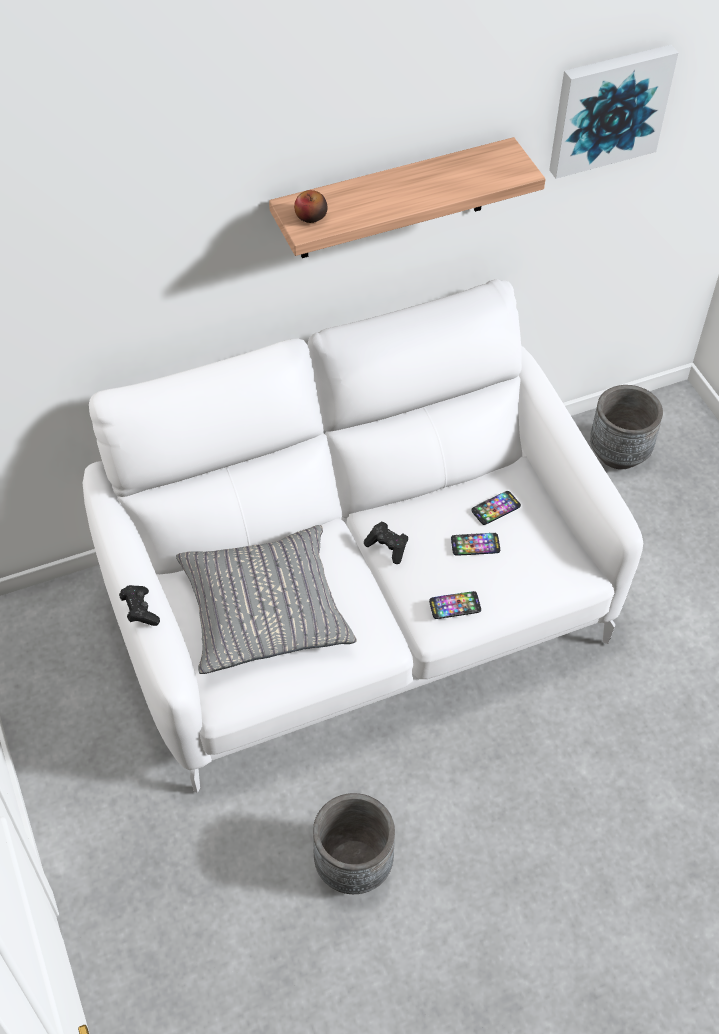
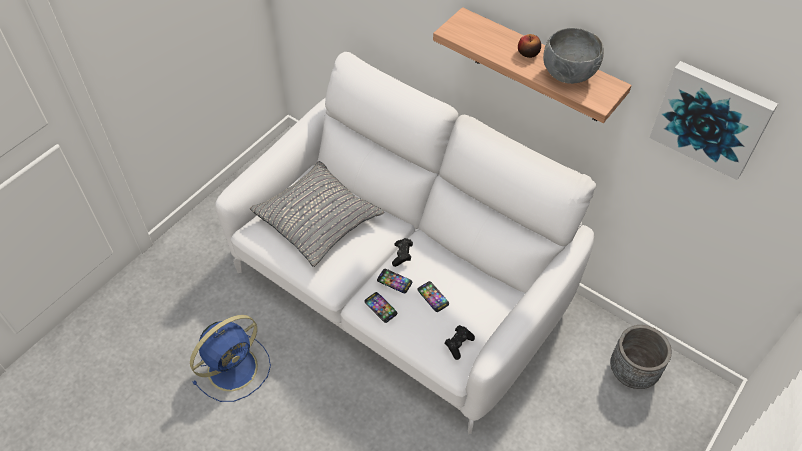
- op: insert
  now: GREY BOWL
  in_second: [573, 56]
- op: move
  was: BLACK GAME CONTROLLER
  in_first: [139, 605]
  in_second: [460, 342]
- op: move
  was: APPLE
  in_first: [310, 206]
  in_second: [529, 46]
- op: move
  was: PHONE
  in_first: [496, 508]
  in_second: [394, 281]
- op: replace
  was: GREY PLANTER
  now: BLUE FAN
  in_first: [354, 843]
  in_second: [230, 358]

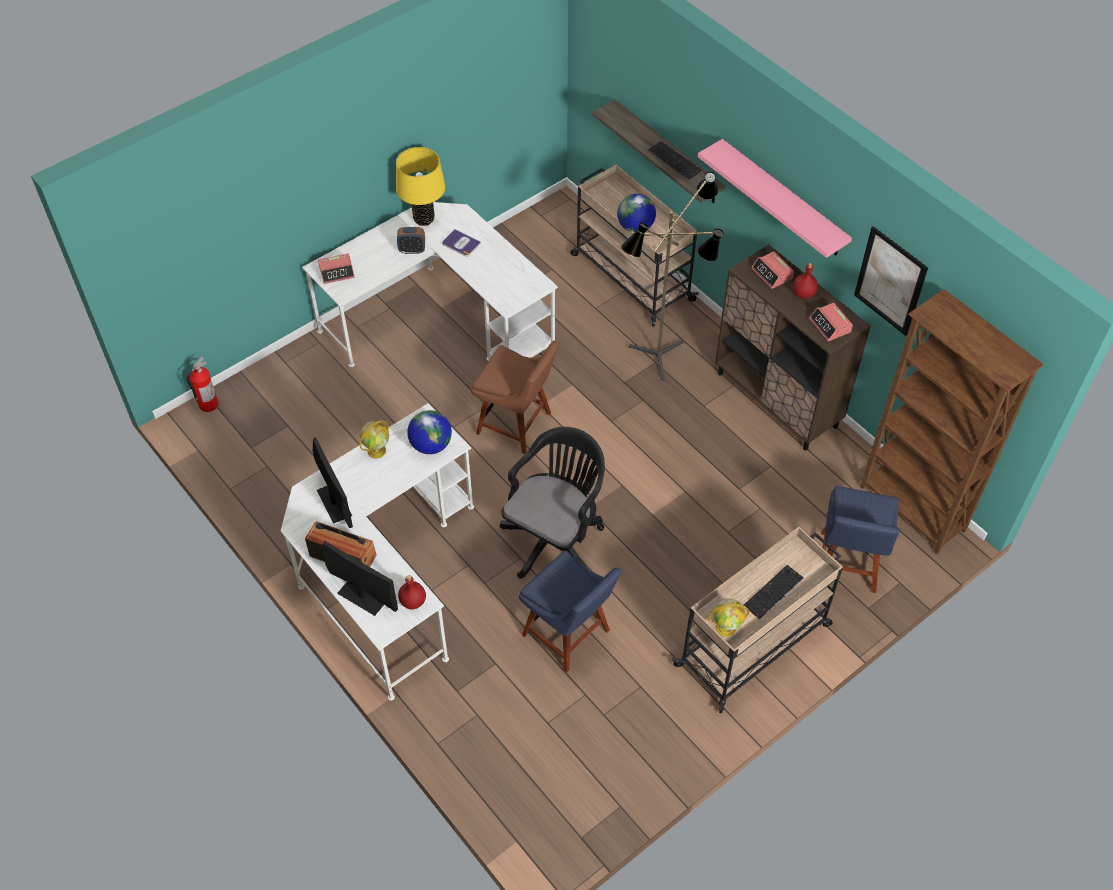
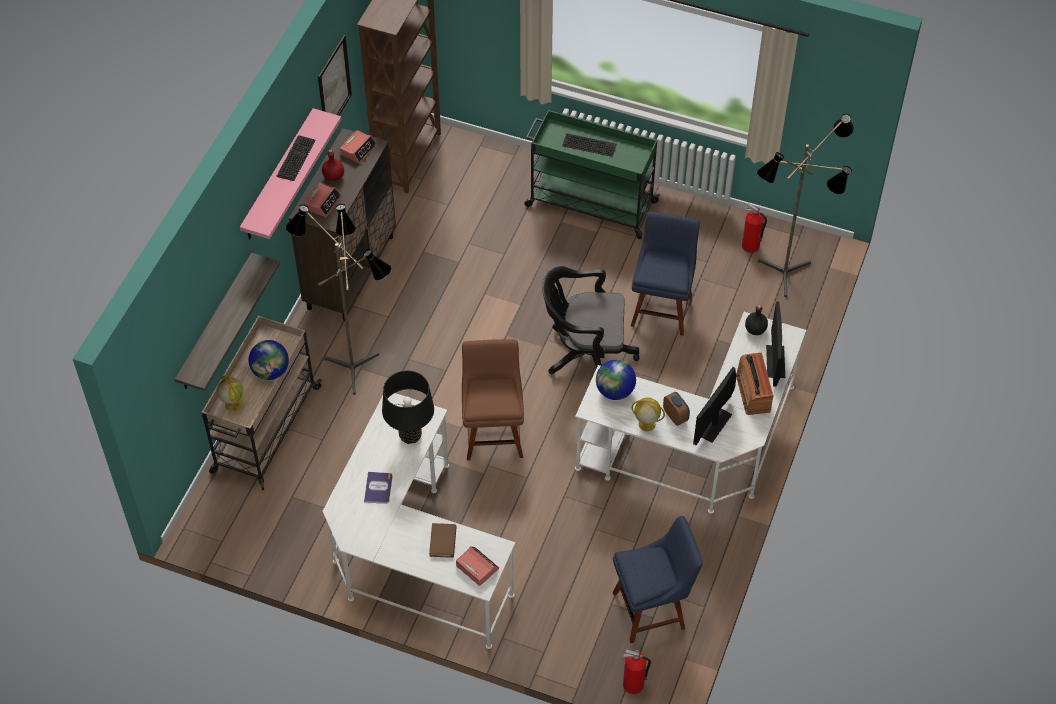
- op: delete
  was: YELLOW TABLE LAMP
  in_first: [420, 186]
- op: insert
  now: BLACK TABLE LAMP
  in_second: [408, 407]
- op: insert
  now: BROWN BOOK
  in_second: [443, 540]
- op: insert
  now: FIRE EXTINGUISHER
  in_second: [754, 228]
- op: insert
  now: FLOOR LAMP
  in_second: [805, 205]
- op: move
  was: ALARM CLOCK
  in_first: [411, 240]
  in_second: [676, 409]
- op: move
  was: KEYBOARD
  in_first: [675, 160]
  in_second: [296, 158]
- op: move
  was: GLOBE
  in_first: [729, 618]
  in_second: [230, 393]
- op: move
  was: BLUE CHAIR
  in_first: [860, 539]
  in_second: [657, 579]
- op: recolor
  was: RED BOTTLE
  now: BLACK BOTTLE
  in_first: [412, 592]
  in_second: [756, 320]
- op: recolor
  was: BEIGE CART
  now: GREEN CART
  in_first: [757, 620]
  in_second: [592, 174]

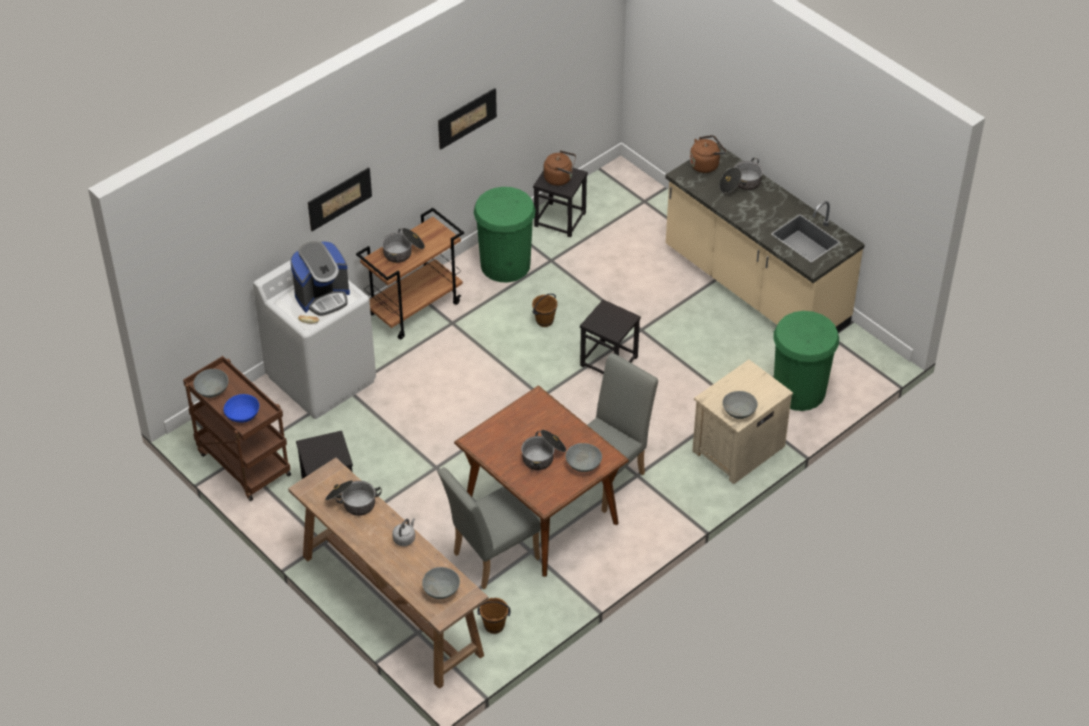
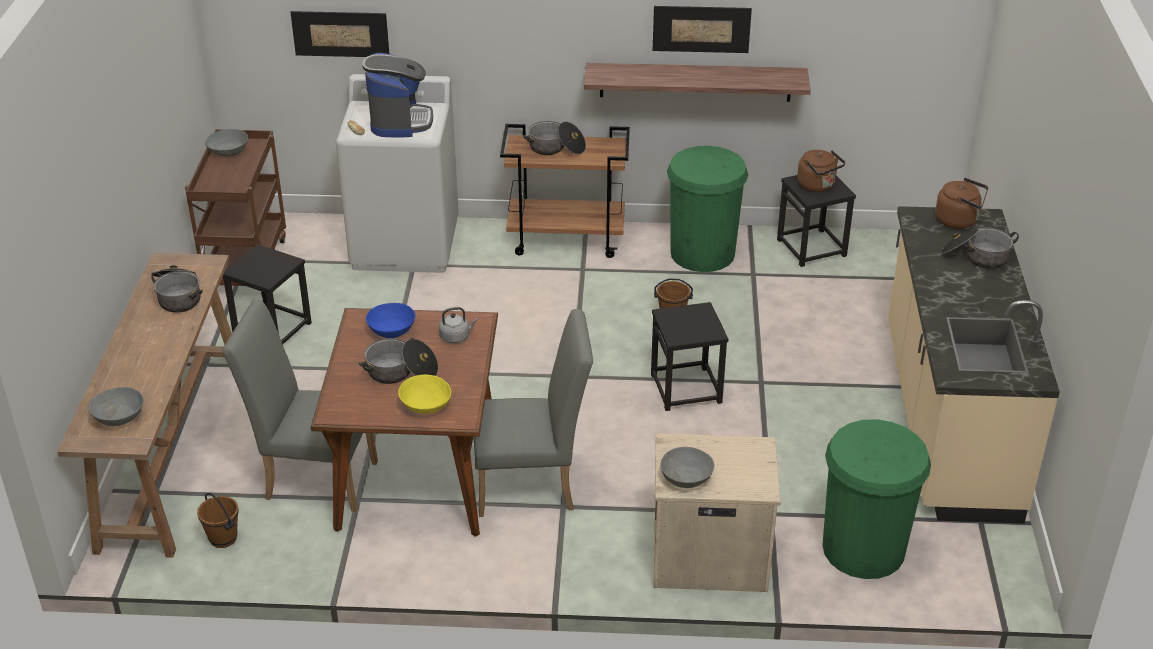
- op: insert
  now: SHELF
  in_second: [697, 82]
- op: move
  was: BLUE BOWL
  in_first: [241, 408]
  in_second: [390, 320]
- op: move
  was: PICTURE
  in_first: [340, 199]
  in_second: [340, 34]
- op: move
  was: GREY KETTLE
  in_first: [403, 532]
  in_second: [458, 325]
- op: recolor
  was: GREY BOWL
  now: YELLOW BOWL
  in_first: [584, 457]
  in_second: [424, 394]
- op: rotate
  was: COFFEE MACHINE
  in_first: [320, 278]
  in_second: [397, 95]
  clockwise: -105

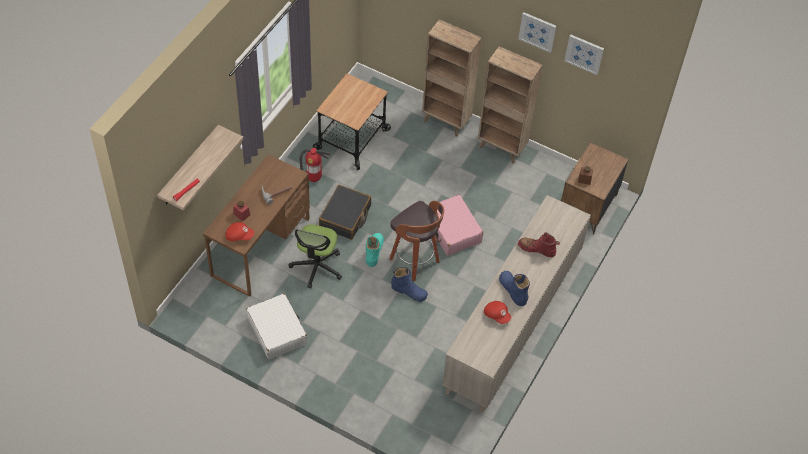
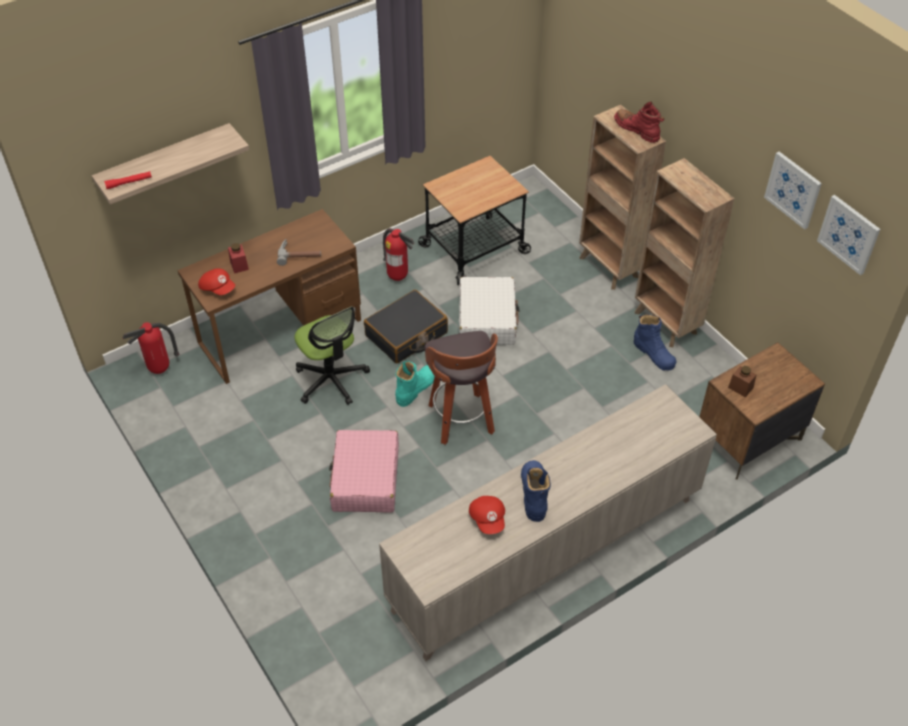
- op: insert
  now: FIRE EXTINGUISHER
  in_second: [151, 348]
- op: move
  was: WHITE SUITCASE
  in_first: [276, 326]
  in_second: [489, 311]
- op: move
  was: BLUE BOOT
  in_first: [409, 284]
  in_second: [655, 342]
- op: move
  was: PINK SUITCASE
  in_first: [459, 225]
  in_second: [364, 471]
- op: move
  was: RED BOOT
  in_first: [539, 244]
  in_second: [639, 122]
- op: move
  was: PICTURE
  in_first: [537, 32]
  in_second: [848, 235]
- op: rotate
  was: OFFICE CHAIR
  in_first: [315, 256]
  in_second: [332, 356]
  clockwise: -75

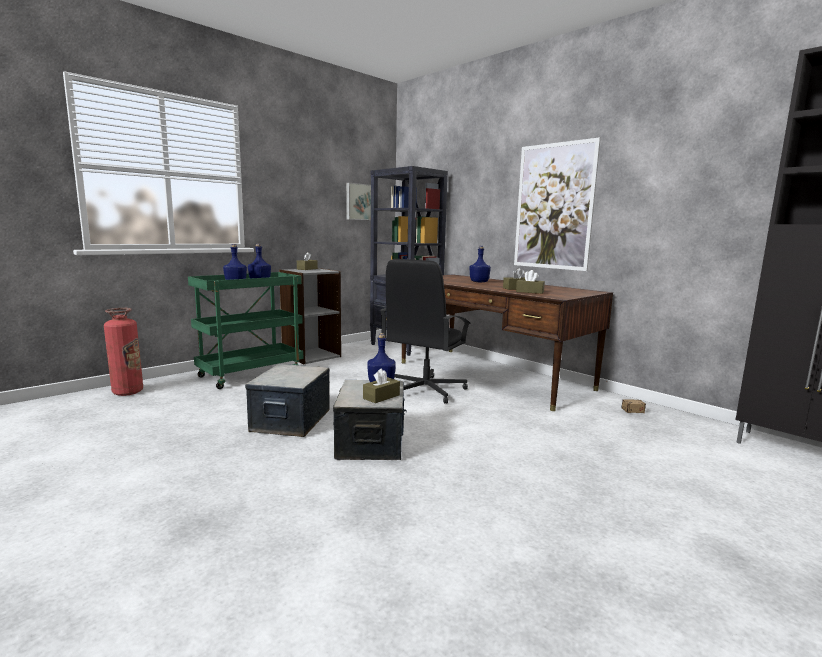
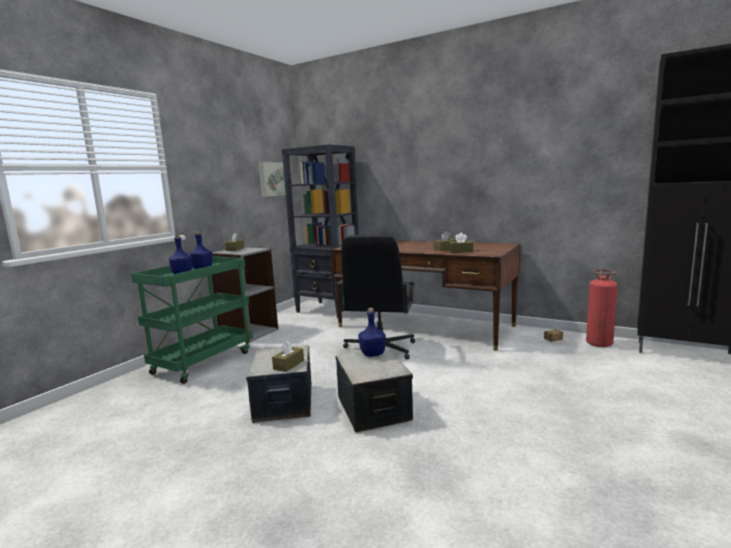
- op: delete
  was: BLUE BOTTLE
  in_first: [480, 264]
- op: delete
  was: PICTURE
  in_first: [557, 204]
- op: move
  was: FIRE EXTINGUISHER
  in_first: [123, 352]
  in_second: [602, 308]
- op: move
  was: BROWN TISSUE BOX
  in_first: [381, 385]
  in_second: [288, 356]

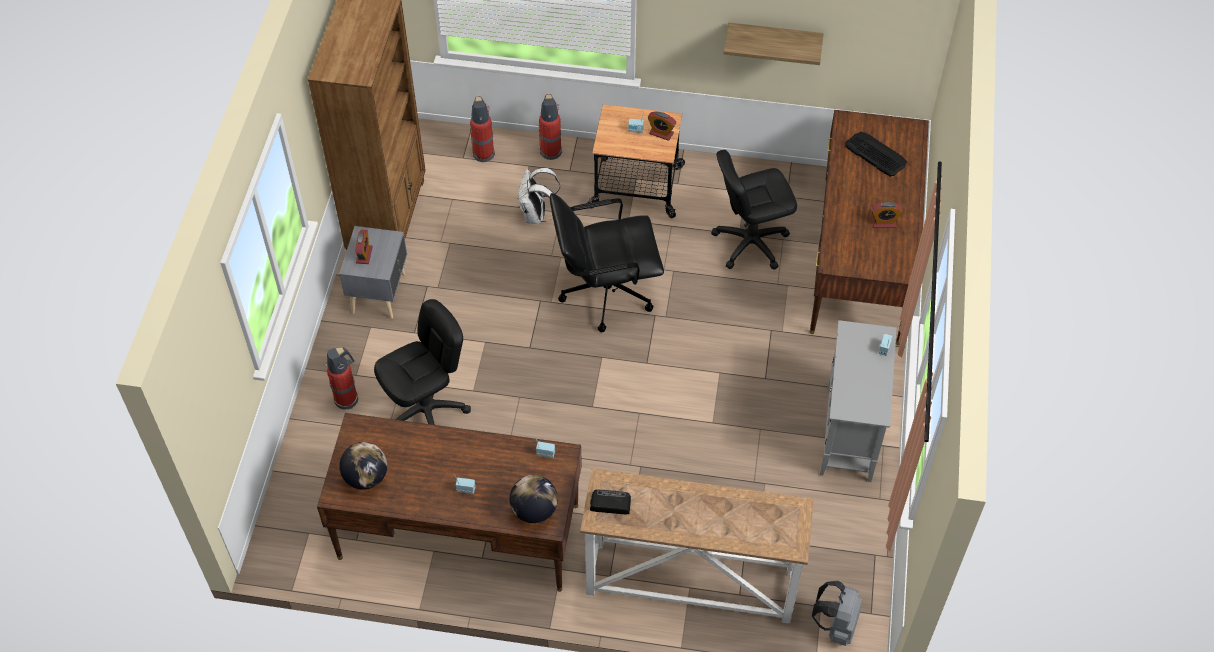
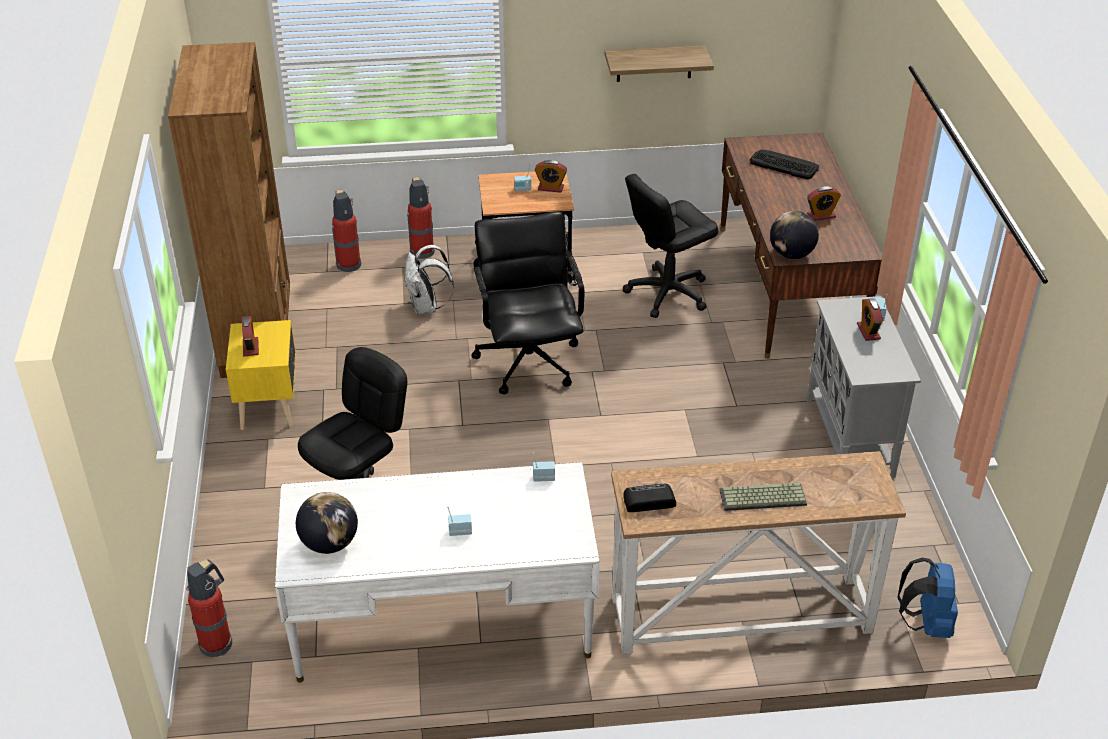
- op: insert
  now: KEYBOARD
  in_second: [763, 497]
- op: insert
  now: ALARM CLOCK
  in_second: [870, 319]
- op: move
  was: FIRE EXTINGUISHER
  in_first: [341, 378]
  in_second: [209, 608]
- op: move
  was: GLOBE
  in_first: [534, 499]
  in_second: [794, 235]
- op: recolor
  was: BROWN DESK
  now: WHITE DESK
  in_first: [449, 502]
  in_second: [437, 572]
- op: recolor
  was: GREY NIGHTSTAND
  now: YELLOW NIGHTSTAND
  in_first: [373, 272]
  in_second: [261, 375]
- op: recolor
  was: GREY BACKPACK
  now: BLUE BACKPACK
  in_first: [837, 613]
  in_second: [927, 598]
- op: rotate
  was: BLACK OFFICE CHAIR
  in_first: [607, 262]
  in_second: [527, 303]
  clockwise: 105

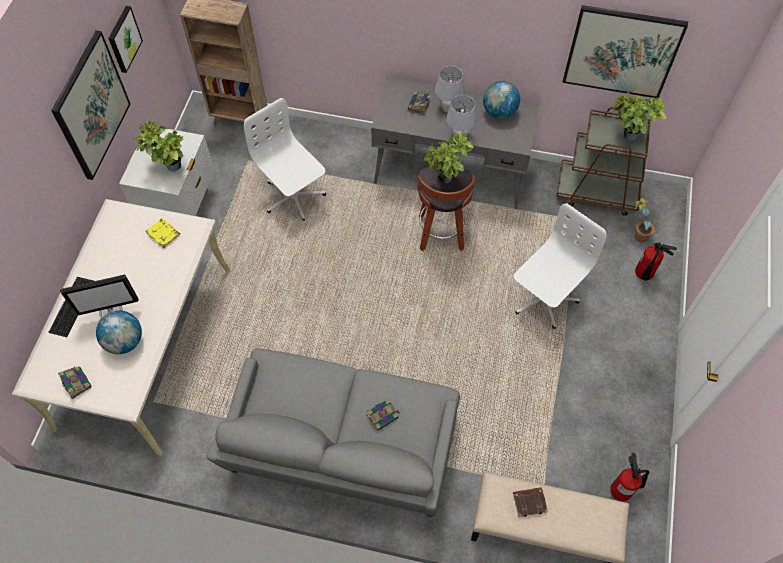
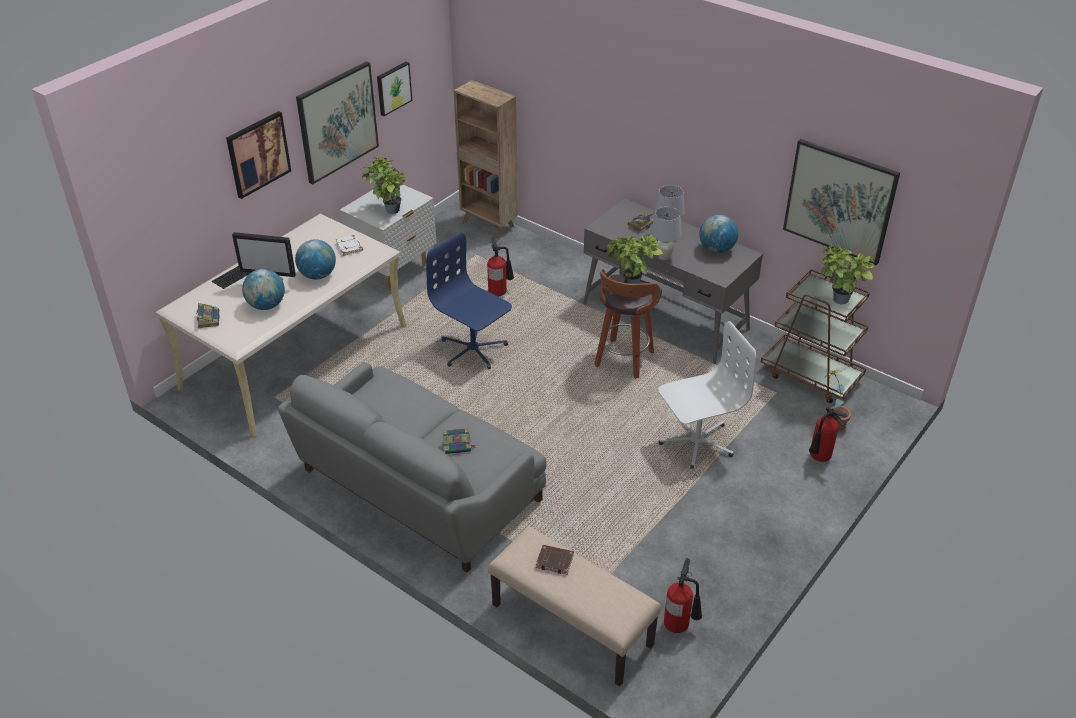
- op: insert
  now: PICTURE
  in_second: [258, 155]
- op: insert
  now: GLOBE
  in_second: [315, 260]
- op: insert
  now: BLUE OFFICE CHAIR
  in_second: [469, 300]
- op: replace
  was: WHITE OFFICE CHAIR
  now: FIRE EXTINGUISHER
  in_first: [285, 159]
  in_second: [500, 266]
- op: recolor
  was: YELLOW BOOK
  now: WHITE BOOK
  in_first: [163, 233]
  in_second: [349, 245]

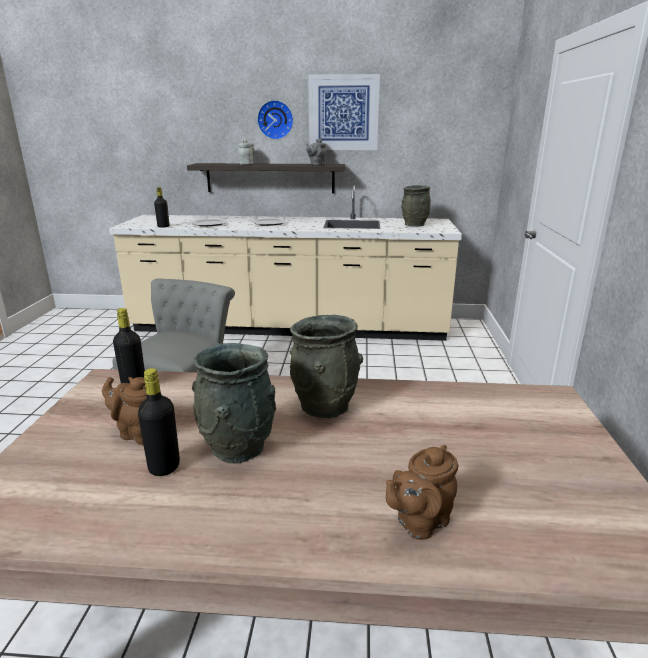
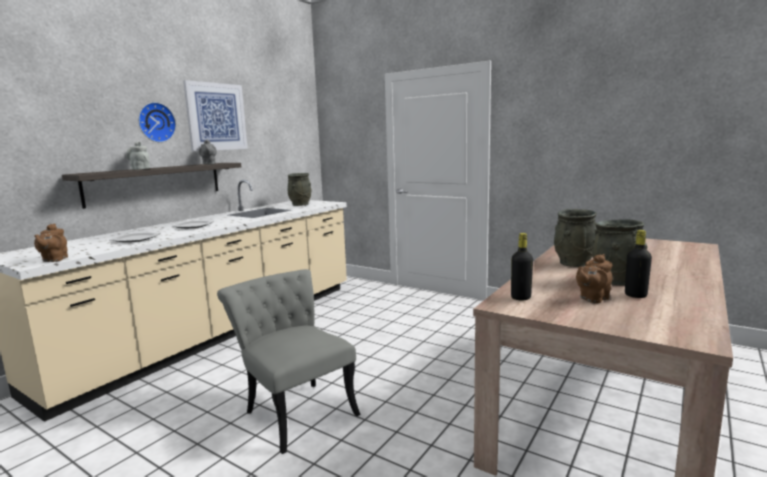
- op: delete
  was: BLACK BOTTLE
  in_first: [161, 207]
- op: move
  was: BROWN TEAPOT
  in_first: [422, 492]
  in_second: [51, 243]

